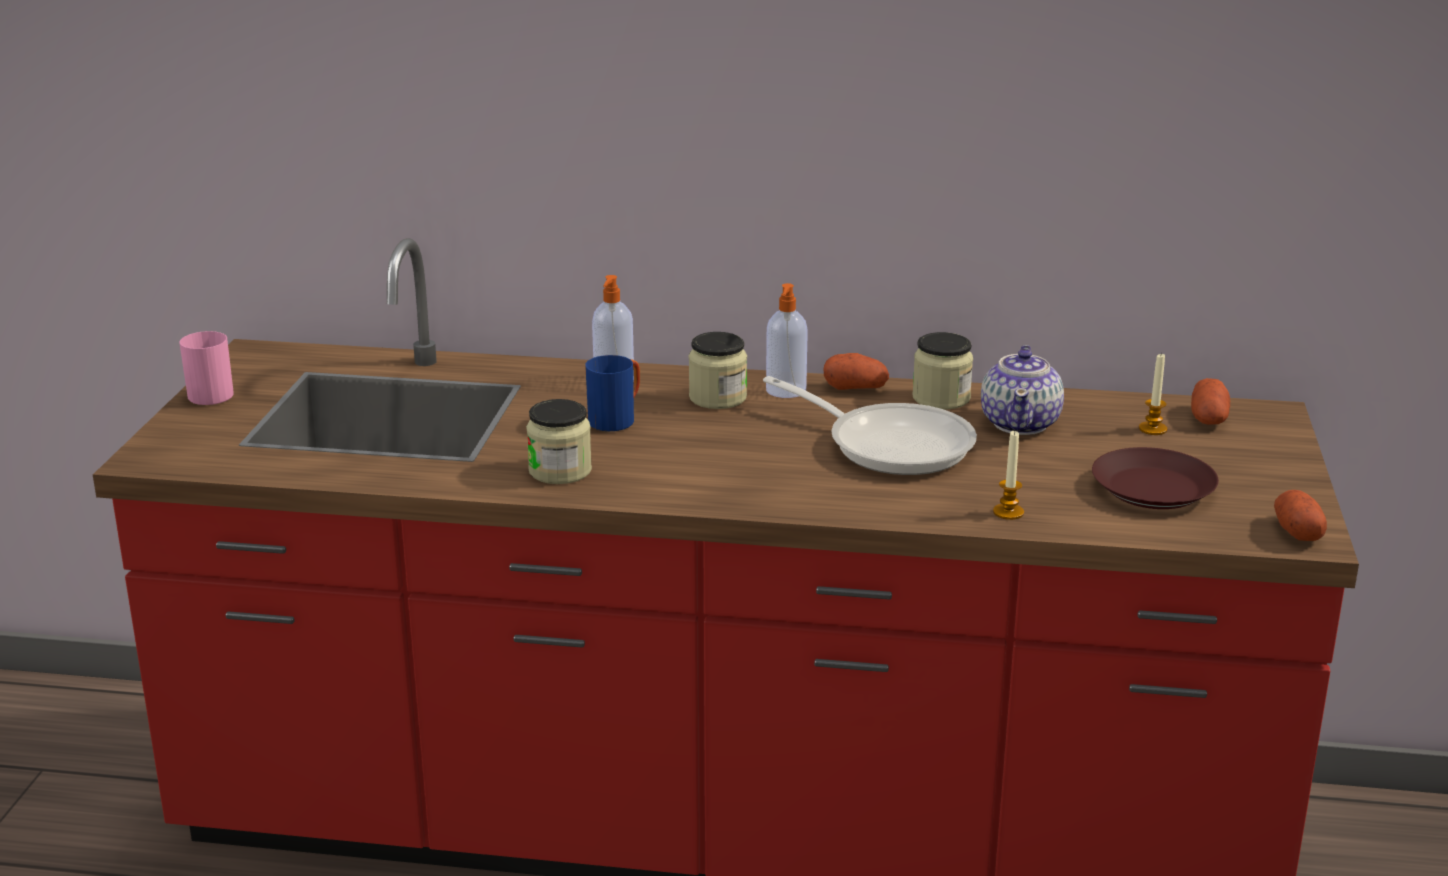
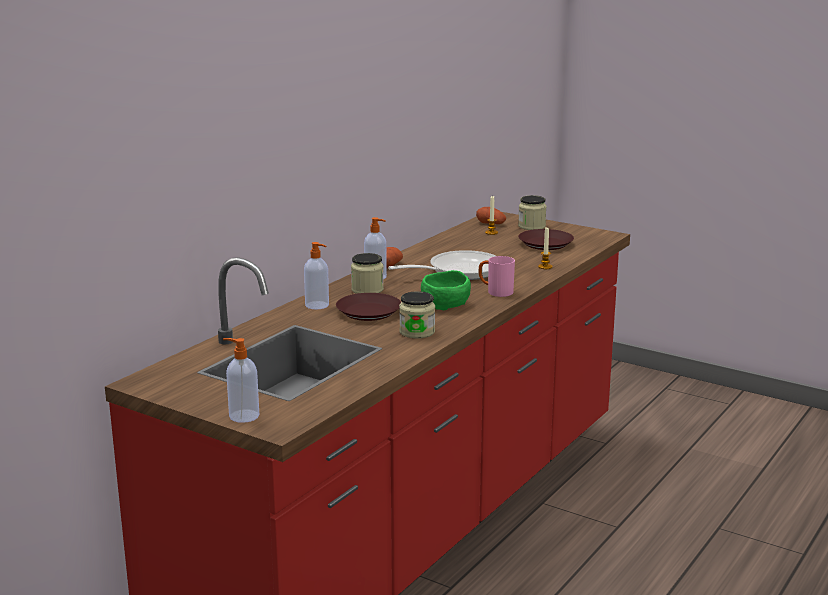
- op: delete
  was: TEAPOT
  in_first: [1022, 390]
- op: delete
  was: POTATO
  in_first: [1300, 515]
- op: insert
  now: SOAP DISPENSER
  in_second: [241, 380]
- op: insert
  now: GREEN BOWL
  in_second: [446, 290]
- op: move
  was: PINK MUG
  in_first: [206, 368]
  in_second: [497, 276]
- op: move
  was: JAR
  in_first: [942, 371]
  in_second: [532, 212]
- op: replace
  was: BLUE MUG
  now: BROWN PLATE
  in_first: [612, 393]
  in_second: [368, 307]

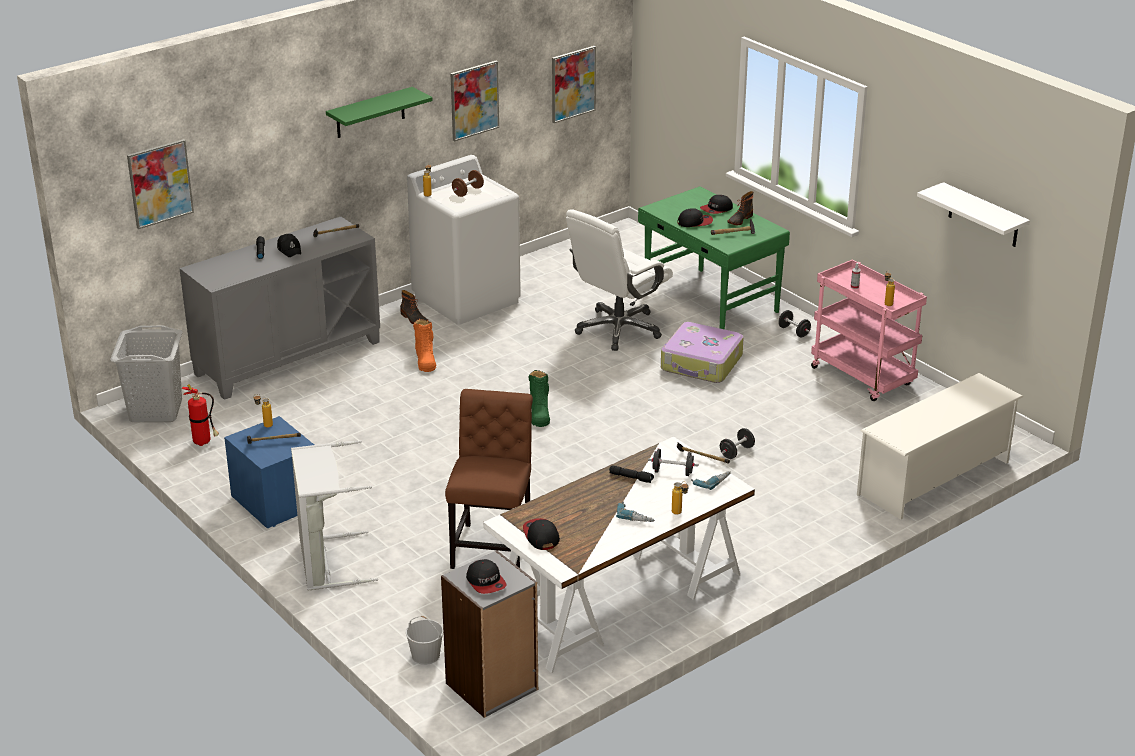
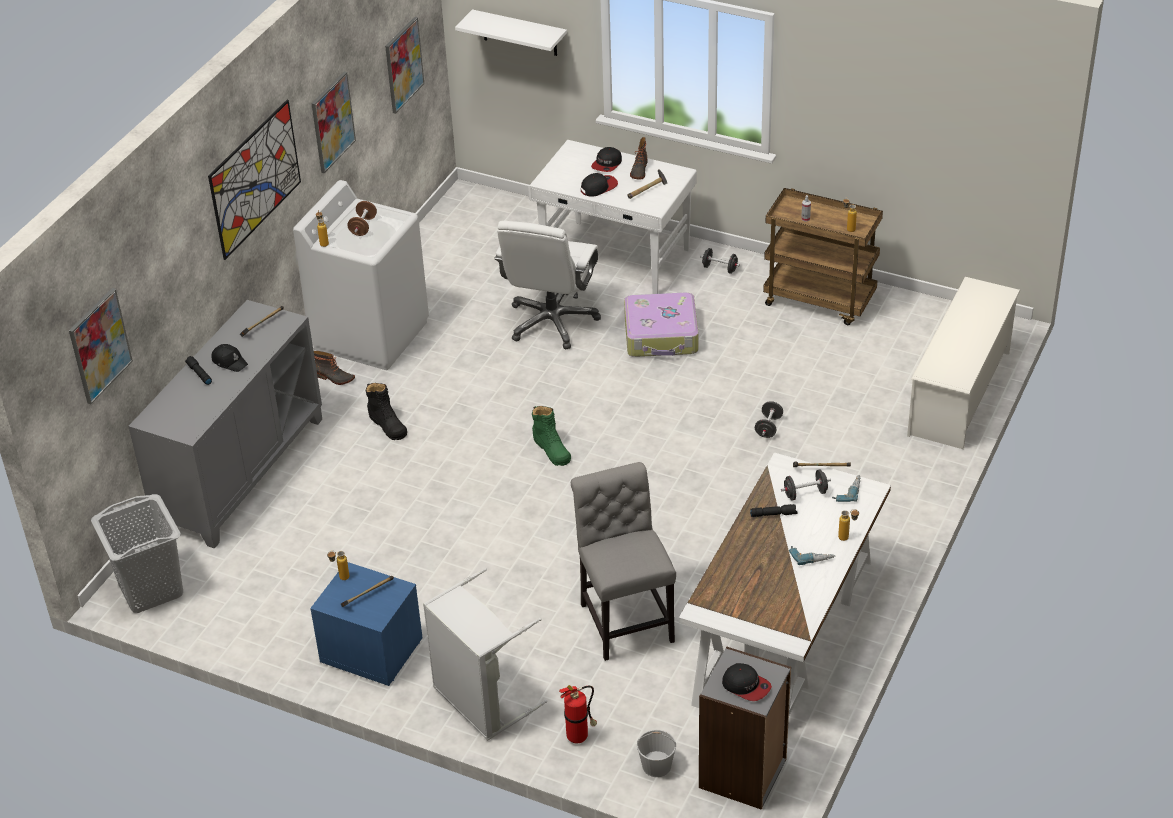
- op: delete
  was: CAP
  in_first: [541, 534]
- op: move
  was: FIRE EXTINGUISHER
  in_first: [200, 415]
  in_second: [578, 714]
- op: move
  was: WHITE SHELF
  in_first: [973, 214]
  in_second: [511, 32]
- op: replace
  was: GREEN SHELF
  now: PICTURE
  in_first: [379, 112]
  in_second: [254, 180]
- op: recolor
  was: ORANGE BOOT
  now: BLACK BOOT
  in_first: [424, 345]
  in_second: [386, 411]
- op: recolor
  was: BROWN CHAIR
  now: GREY CHAIR
  in_first: [489, 479]
  in_second: [623, 561]
- op: recolor
  was: GREEN DESK
  now: WHITE DESK
  in_first: [714, 257]
  in_second: [612, 217]
- op: recolor
  was: PINK CART
  now: BROWN CART
  in_first: [869, 330]
  in_second: [823, 256]

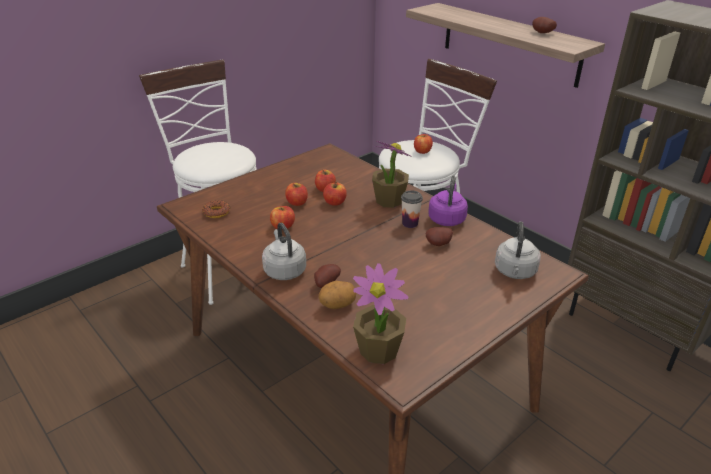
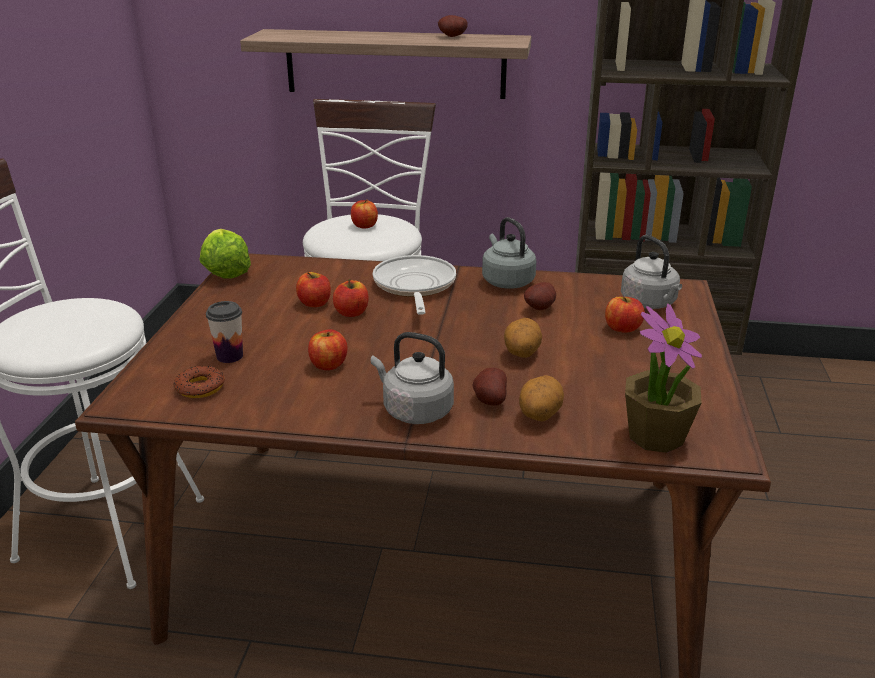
- op: insert
  now: LETTUCE
  in_second: [225, 254]
- op: insert
  now: POTATO
  in_second: [523, 338]
- op: move
  was: APPLE
  in_first: [296, 194]
  in_second: [624, 315]
- op: move
  was: CUP
  in_first: [412, 209]
  in_second: [224, 332]
- op: replace
  was: POTTED PLANT
  now: FRYING PAN
  in_first: [391, 174]
  in_second: [414, 285]
- op: recolor
  was: PURPLE KETTLE
  now: GREY KETTLE
  in_first: [448, 201]
  in_second: [509, 253]

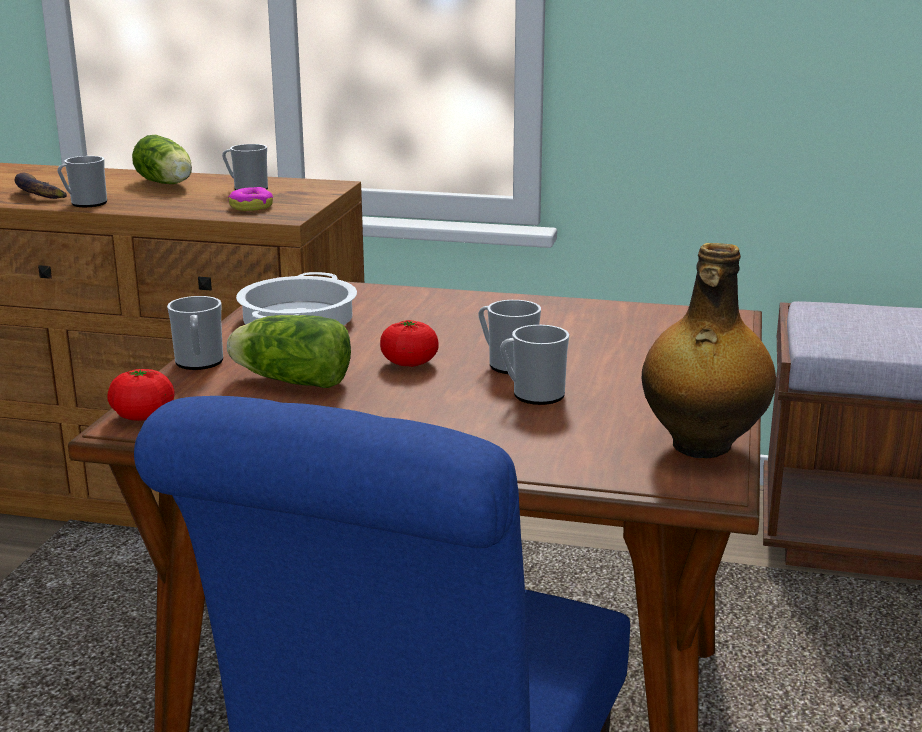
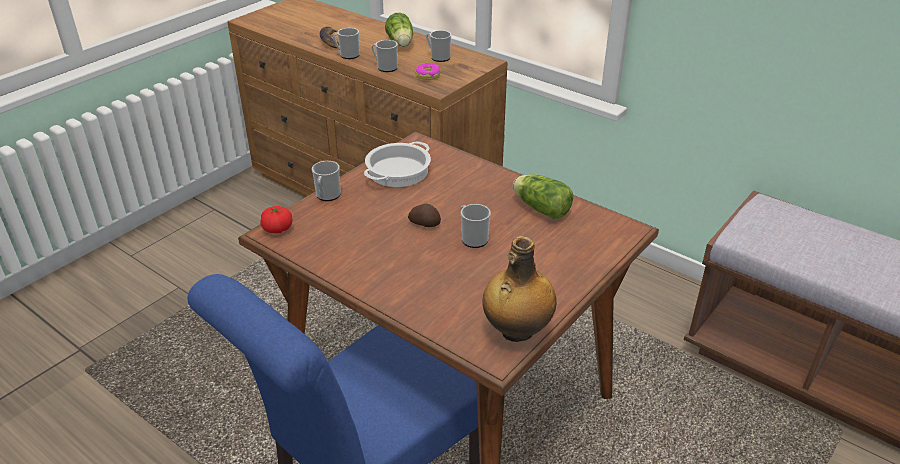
- op: move
  was: LETTUCE
  in_first: [289, 351]
  in_second: [543, 196]
- op: move
  was: MUG
  in_first: [534, 365]
  in_second: [384, 56]
- op: replace
  was: TOMATO
  now: POTATO
  in_first: [409, 343]
  in_second: [424, 215]

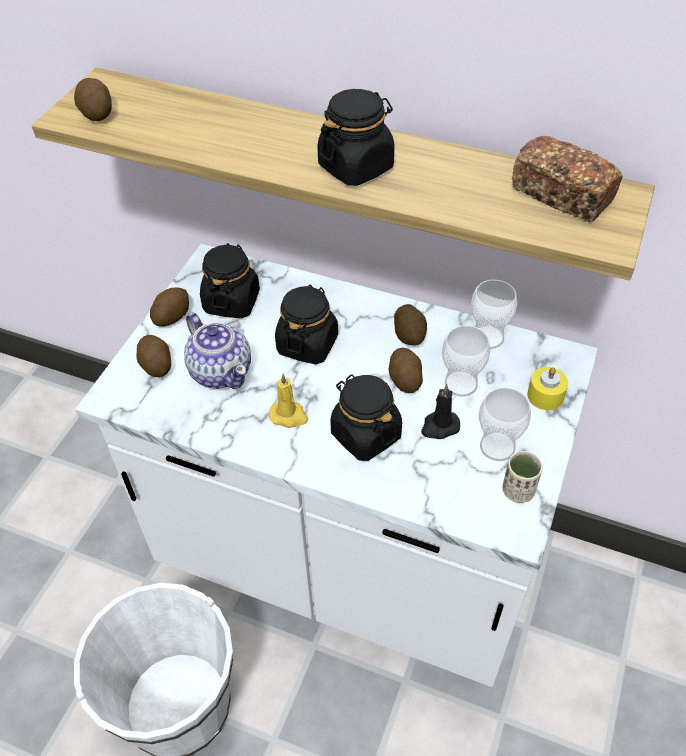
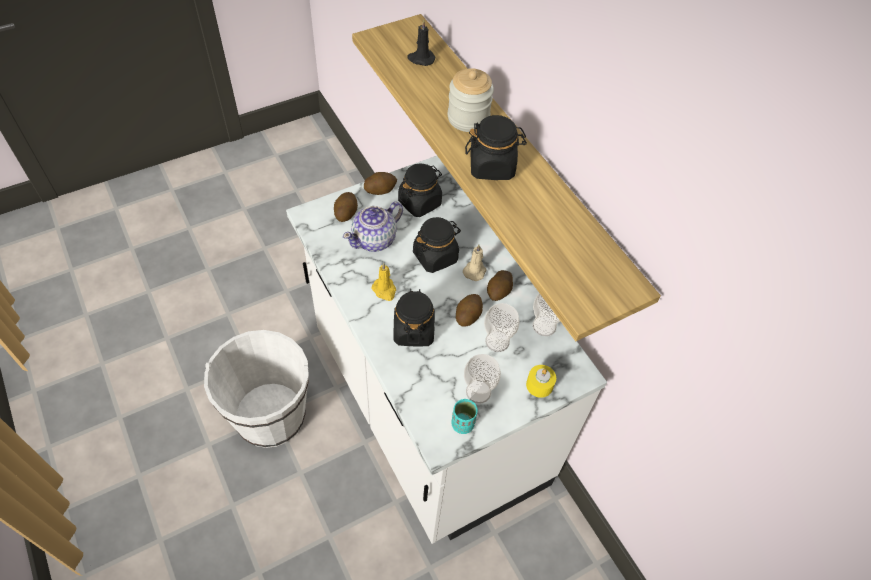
- op: delete
  was: POTATO
  in_first: [93, 99]
- op: delete
  was: BREAD
  in_first: [567, 179]
- op: insert
  now: JAR
  in_second: [470, 100]
- op: insert
  now: BEIGE CANDLE
  in_second: [475, 263]
- op: move
  was: BLACK CANDLE
  in_first: [440, 411]
  in_second: [421, 42]
- op: recolor
  was: BEIGE CUP
  now: TURQUOISE CUP
  in_first: [522, 477]
  in_second: [464, 416]
- op: rotate
  was: TEAPOT
  in_first: [217, 350]
  in_second: [373, 227]
  clockwise: 45

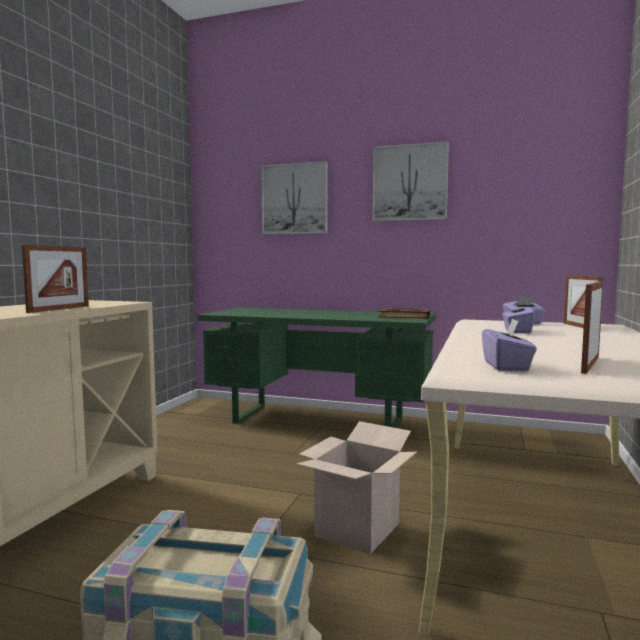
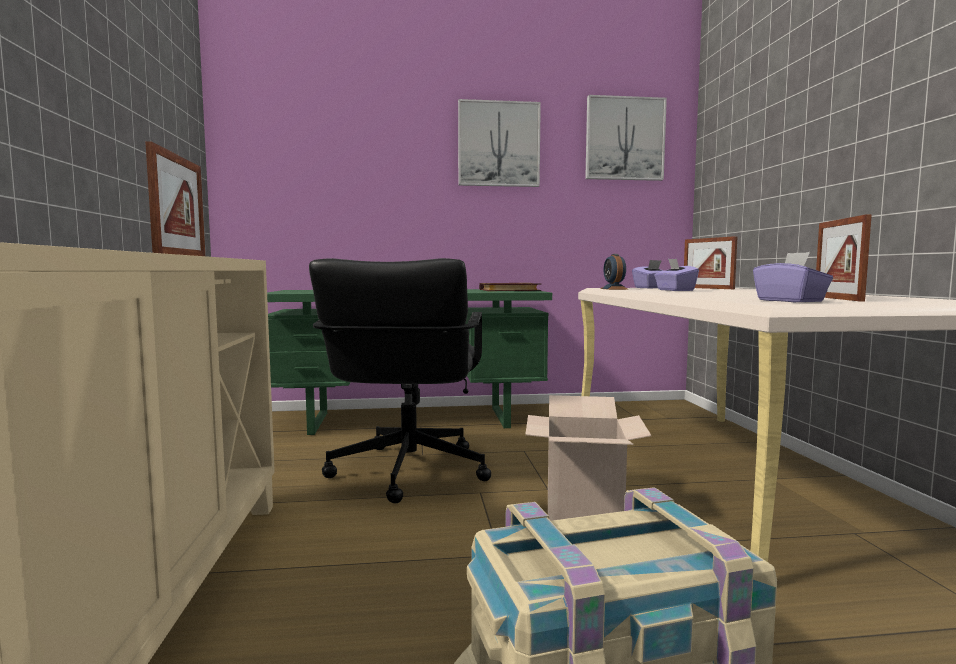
- op: insert
  now: BLACK OFFICE CHAIR
  in_second: [400, 380]
- op: insert
  now: ALARM CLOCK
  in_second: [614, 272]
- op: move
  was: PICTURE
  in_first: [294, 197]
  in_second: [626, 138]

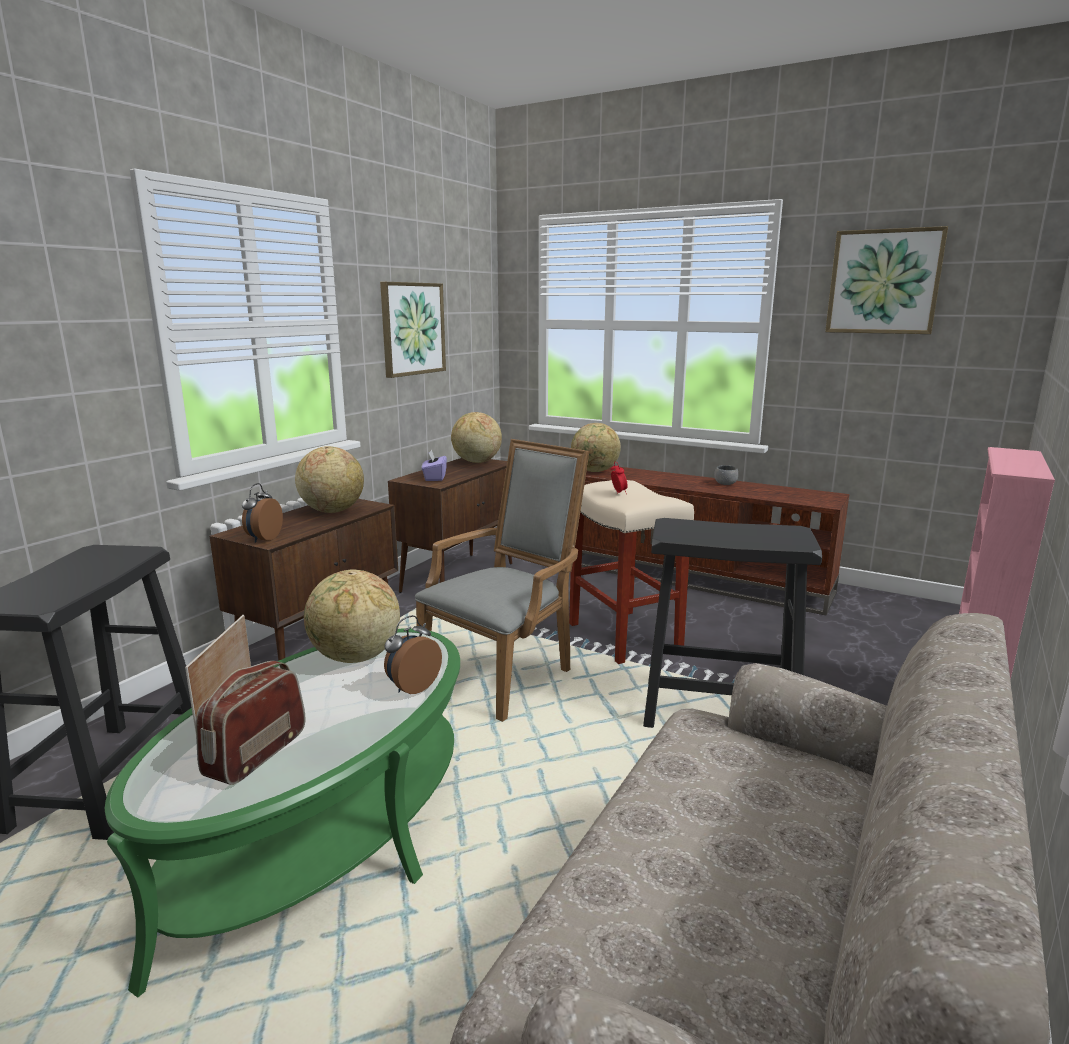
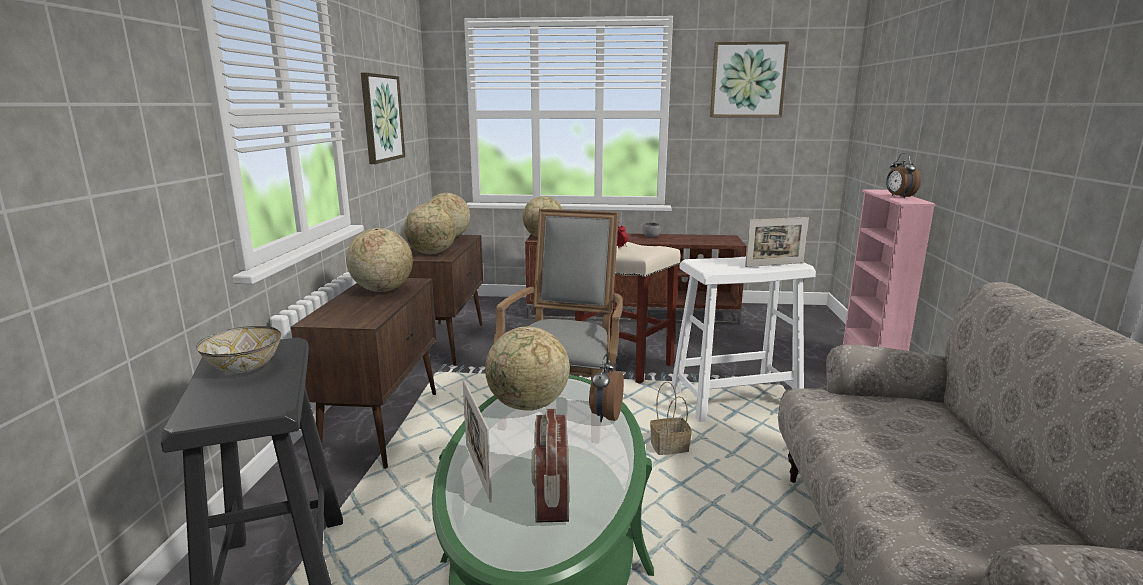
- op: insert
  now: BOWL
  in_second: [238, 349]
- op: insert
  now: BASKET
  in_second: [671, 418]
- op: insert
  now: PICTURE FRAME
  in_second: [777, 242]
- op: move
  was: ALARM CLOCK
  in_first: [262, 513]
  in_second: [903, 175]
- op: replace
  was: PURPLE TISSUE BOX
  now: GLOBE
  in_first: [434, 465]
  in_second: [430, 228]
- op: recolor
  was: BLACK STOOL
  now: WHITE STOOL
  in_first: [732, 623]
  in_second: [743, 339]

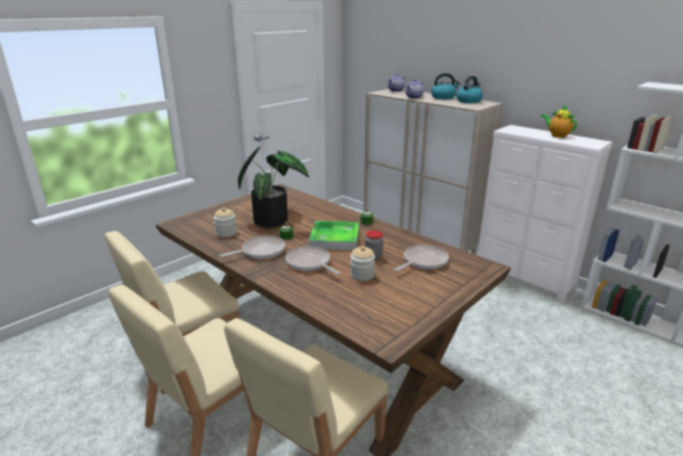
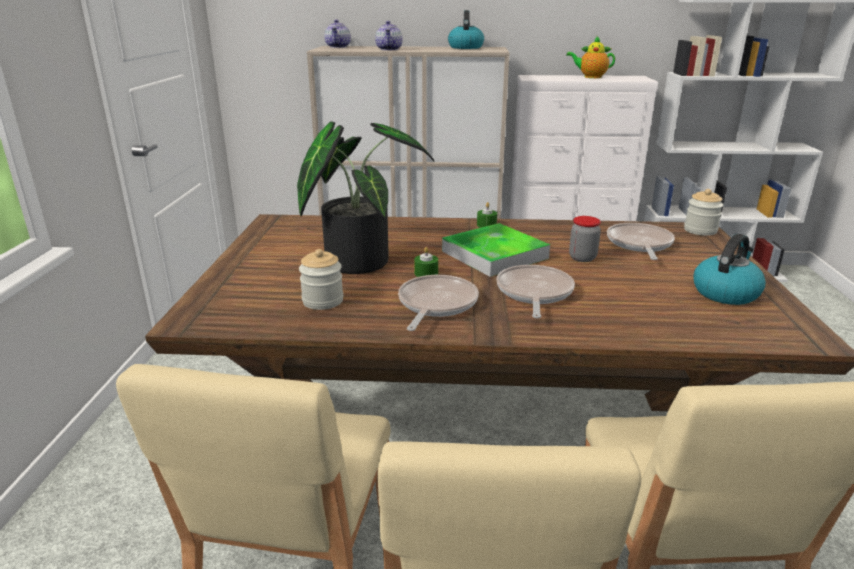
- op: move
  was: JAR
  in_first: [362, 263]
  in_second: [703, 212]
- op: move
  was: KETTLE
  in_first: [445, 86]
  in_second: [730, 269]
- op: rotate
  was: FRYING PAN
  in_first: [312, 260]
  in_second: [536, 291]
  clockwise: 90

